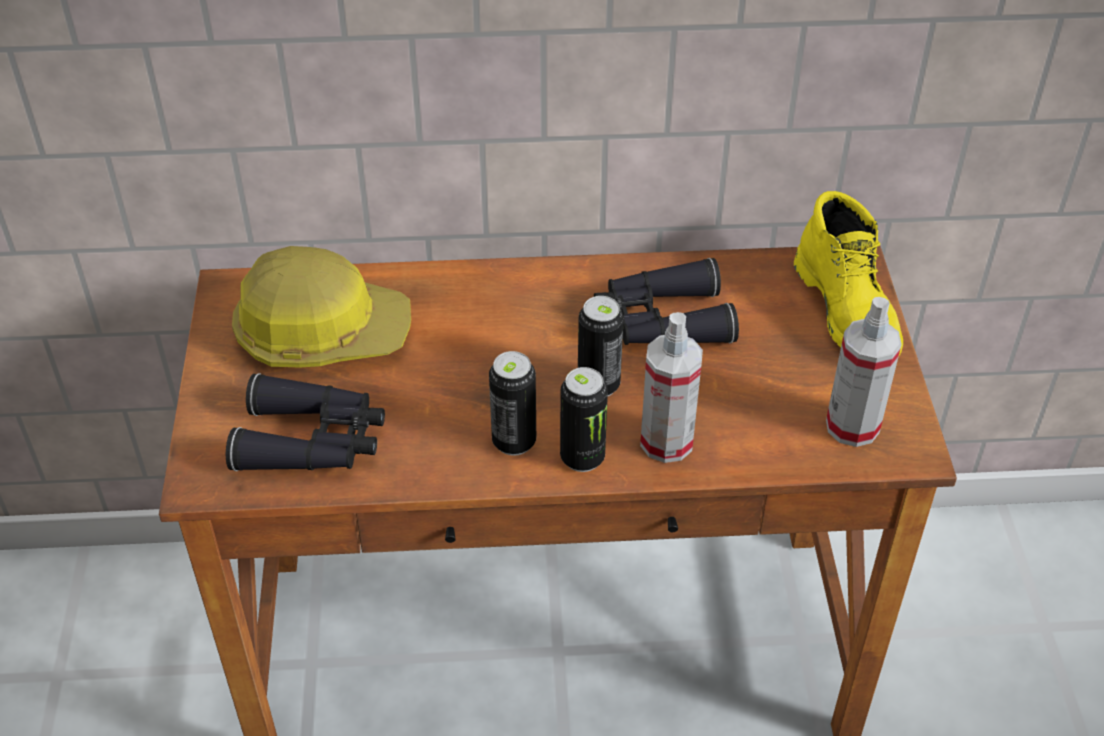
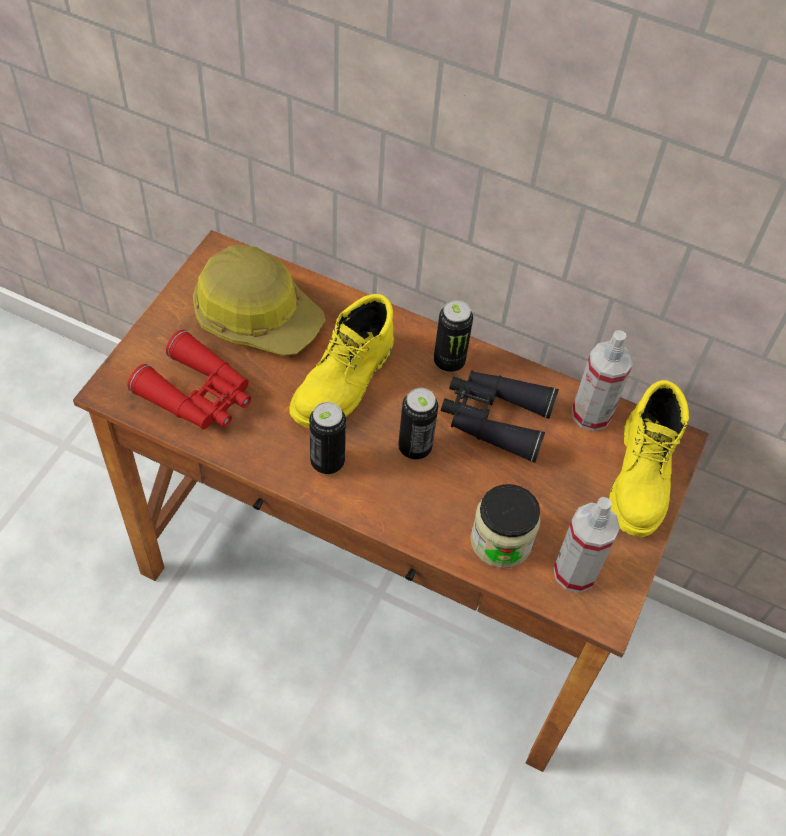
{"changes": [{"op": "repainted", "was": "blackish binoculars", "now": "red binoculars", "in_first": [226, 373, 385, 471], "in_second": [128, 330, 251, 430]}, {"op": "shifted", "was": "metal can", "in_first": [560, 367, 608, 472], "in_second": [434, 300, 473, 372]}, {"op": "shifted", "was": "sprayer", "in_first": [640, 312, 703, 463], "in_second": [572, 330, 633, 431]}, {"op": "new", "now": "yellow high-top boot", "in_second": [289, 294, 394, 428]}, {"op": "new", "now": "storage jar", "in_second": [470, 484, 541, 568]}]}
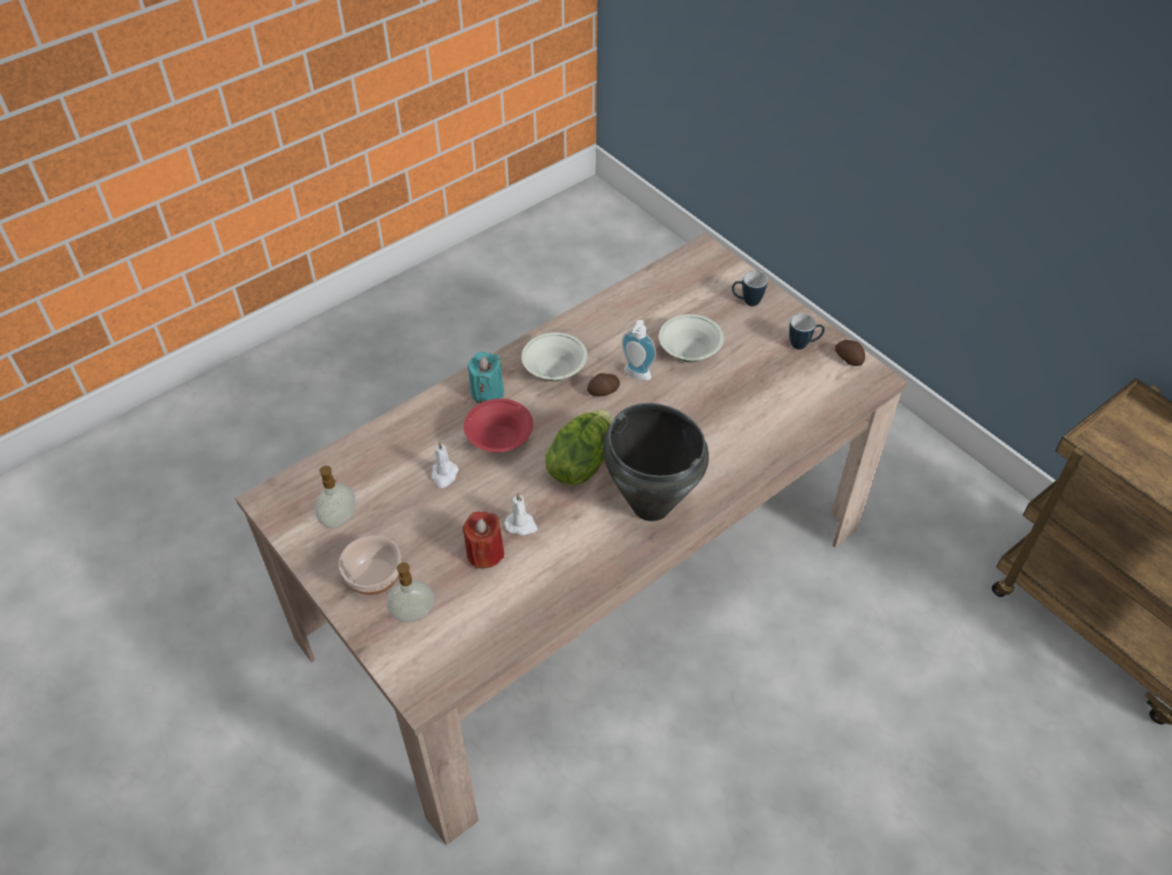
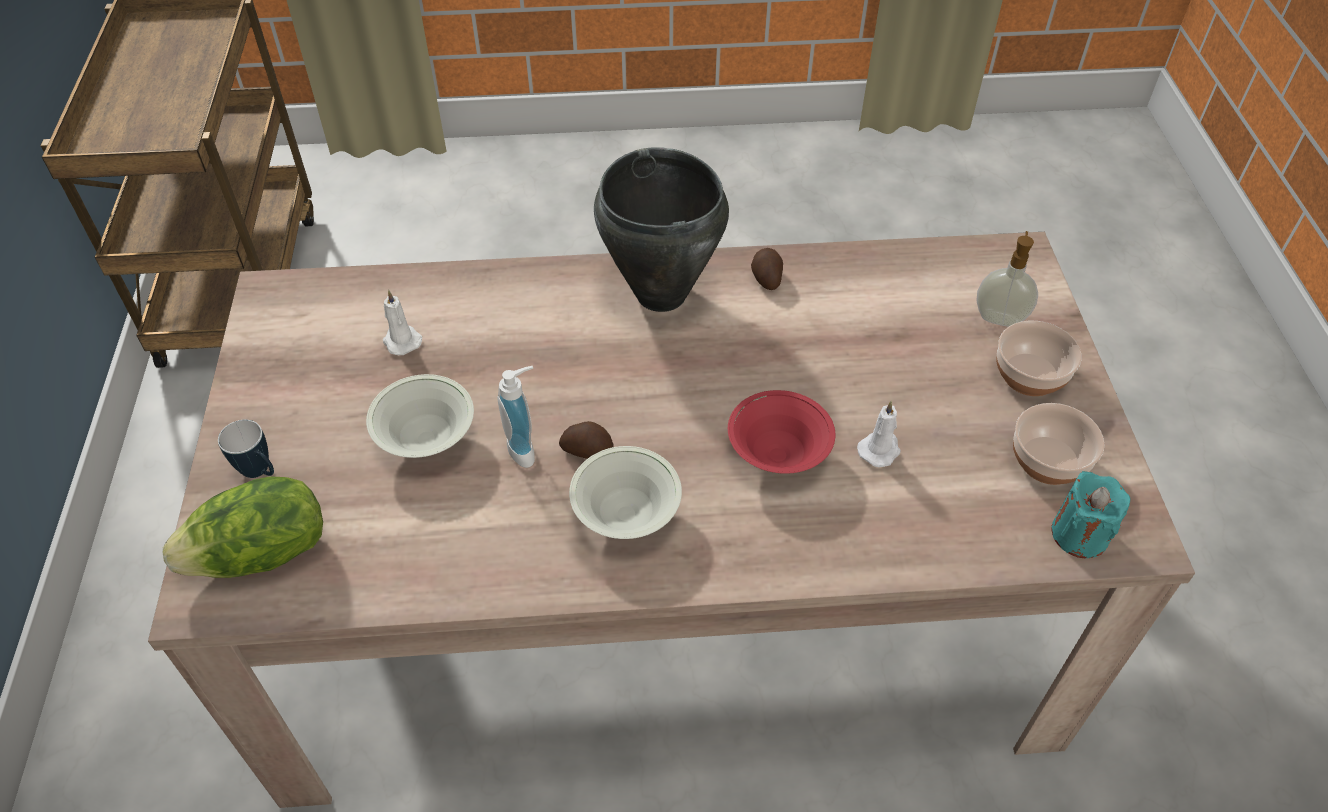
{"changes": [{"op": "swapped", "was": "soap bottle", "now": "serving bowl", "in_first": [315, 466, 356, 529], "in_second": [1013, 403, 1105, 485]}, {"op": "gone", "was": "red wax candle", "in_first": [463, 511, 504, 569]}, {"op": "shifted", "was": "turquoise wax candle", "in_first": [468, 352, 504, 403], "in_second": [1051, 471, 1130, 558]}, {"op": "shifted", "was": "whitish wax candle", "in_first": [505, 493, 538, 536], "in_second": [383, 290, 422, 355]}, {"op": "shifted", "was": "lettuce head", "in_first": [545, 409, 613, 485], "in_second": [162, 476, 323, 578]}, {"op": "gone", "was": "tea mug", "in_first": [789, 313, 825, 350]}, {"op": "shifted", "was": "whole potato", "in_first": [835, 340, 865, 366], "in_second": [751, 248, 783, 290]}]}
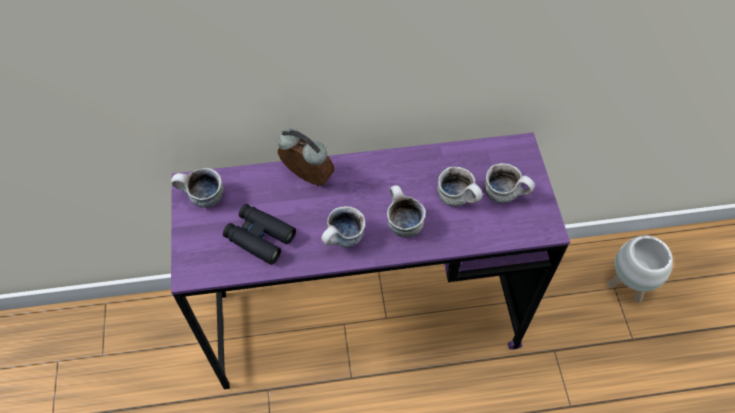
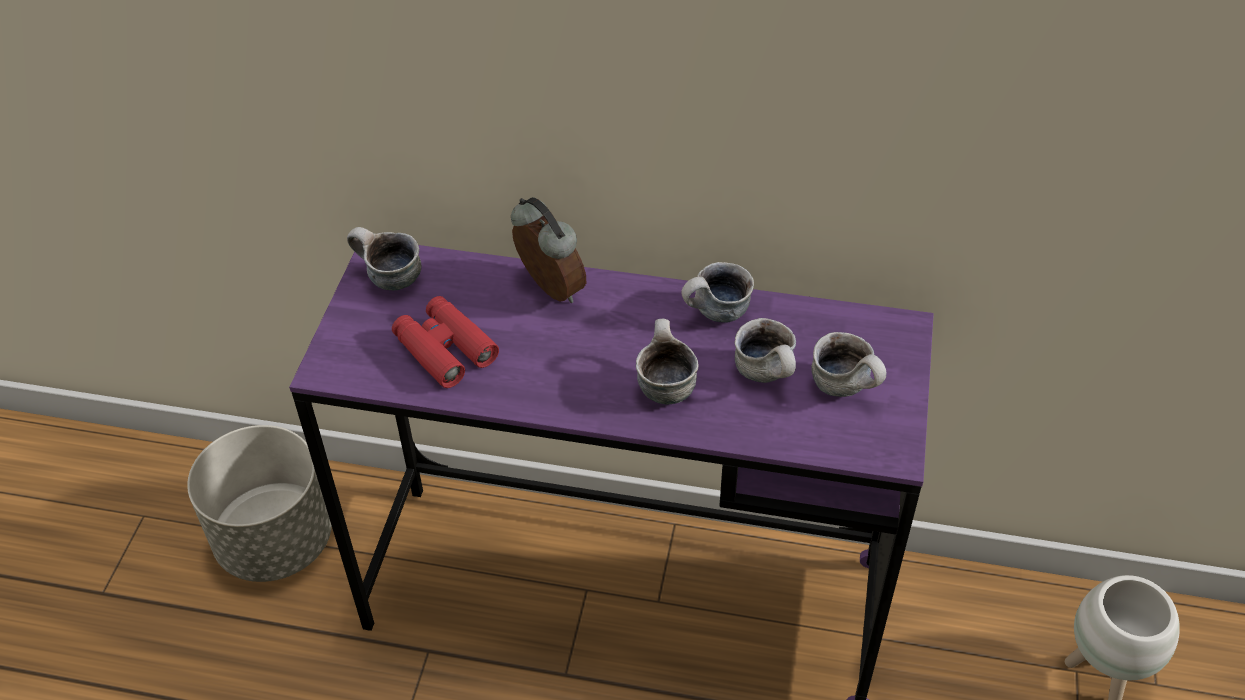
{"changes": [{"op": "repainted", "was": "blackish binoculars", "now": "red binoculars", "in_first": [223, 204, 296, 265], "in_second": [392, 296, 499, 388]}, {"op": "shifted", "was": "tea mug", "in_first": [321, 206, 365, 247], "in_second": [682, 262, 754, 323]}, {"op": "new", "now": "gray planter", "in_second": [187, 425, 332, 582]}]}
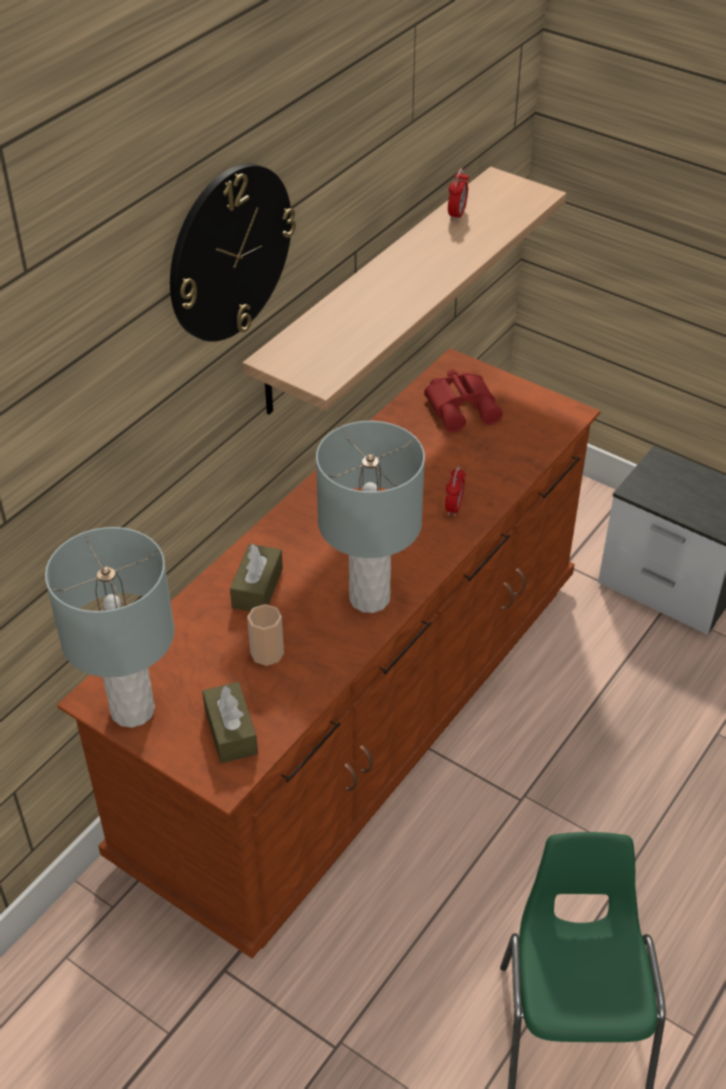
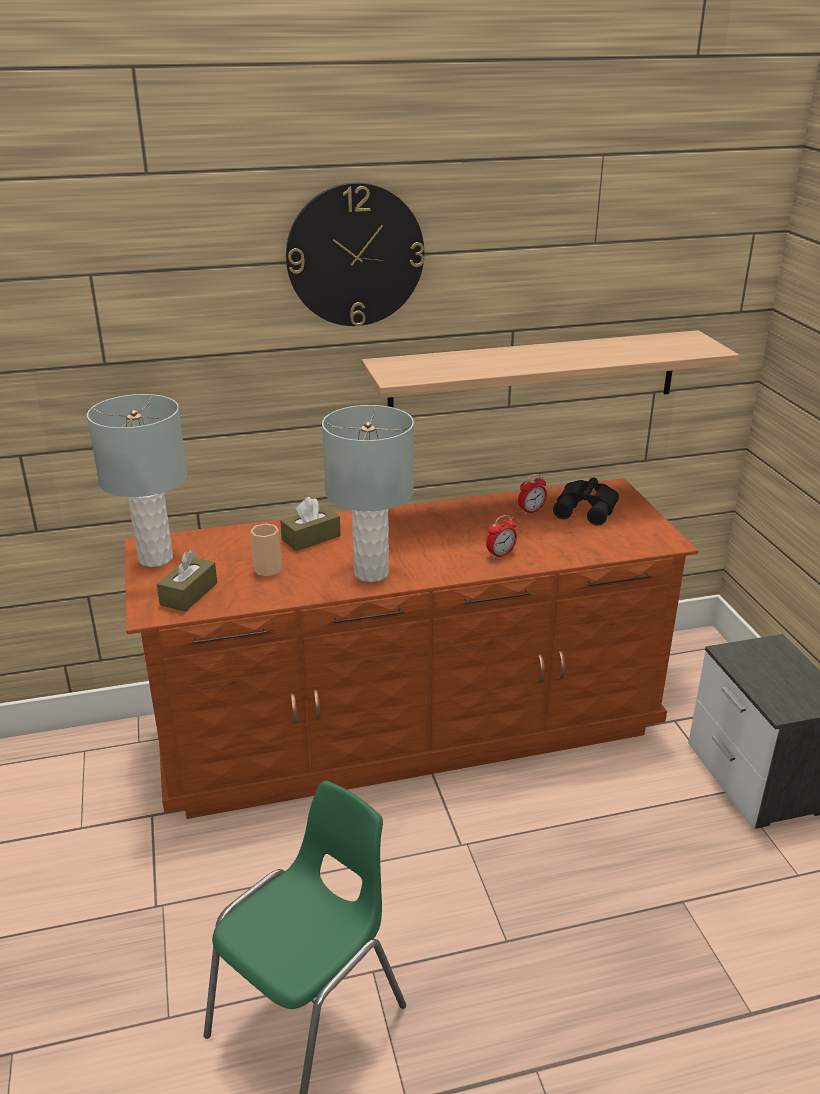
{"changes": [{"op": "repainted", "was": "red binoculars", "now": "blackish binoculars", "in_first": [424, 369, 503, 433], "in_second": [553, 477, 619, 526]}, {"op": "shifted", "was": "bedside clock", "in_first": [448, 169, 469, 222], "in_second": [518, 474, 547, 515]}]}
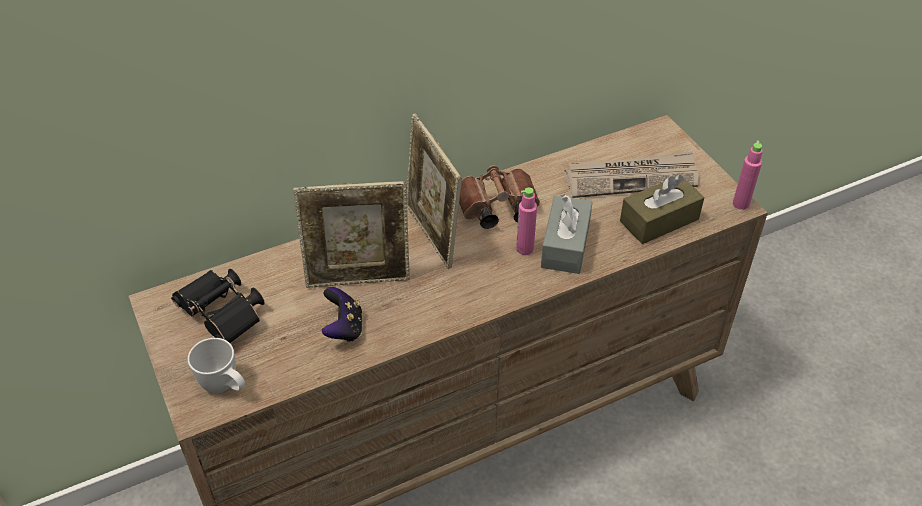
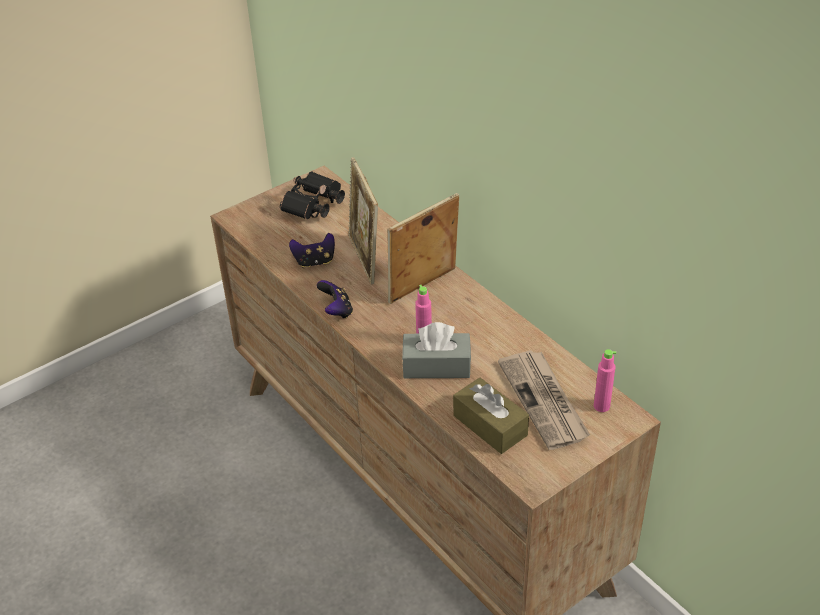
{"changes": [{"op": "gone", "was": "whitish tea mug", "in_first": [188, 338, 245, 393]}, {"op": "gone", "was": "brown-coloured binoculars", "in_first": [459, 165, 540, 229]}, {"op": "shifted", "was": "pink bottle", "in_first": [733, 141, 763, 210], "in_second": [594, 349, 616, 412]}, {"op": "new", "now": "joypad", "in_second": [317, 280, 353, 319]}]}
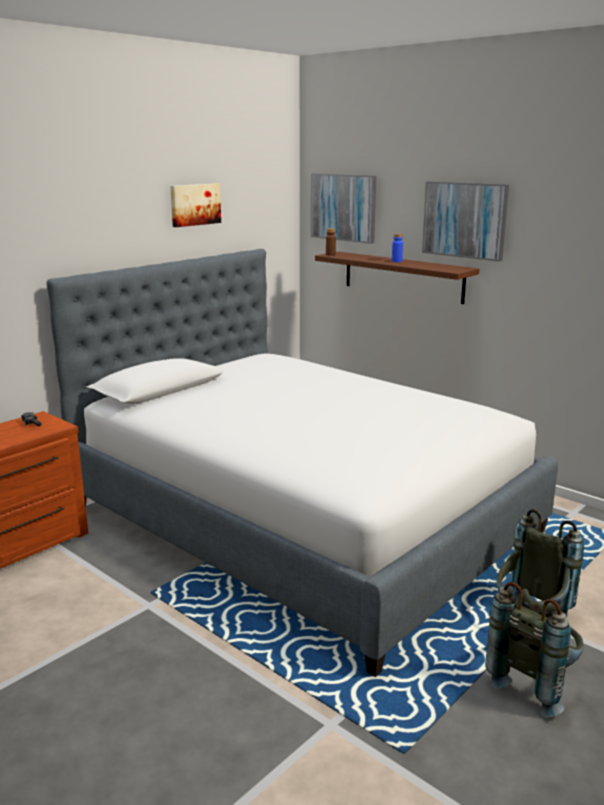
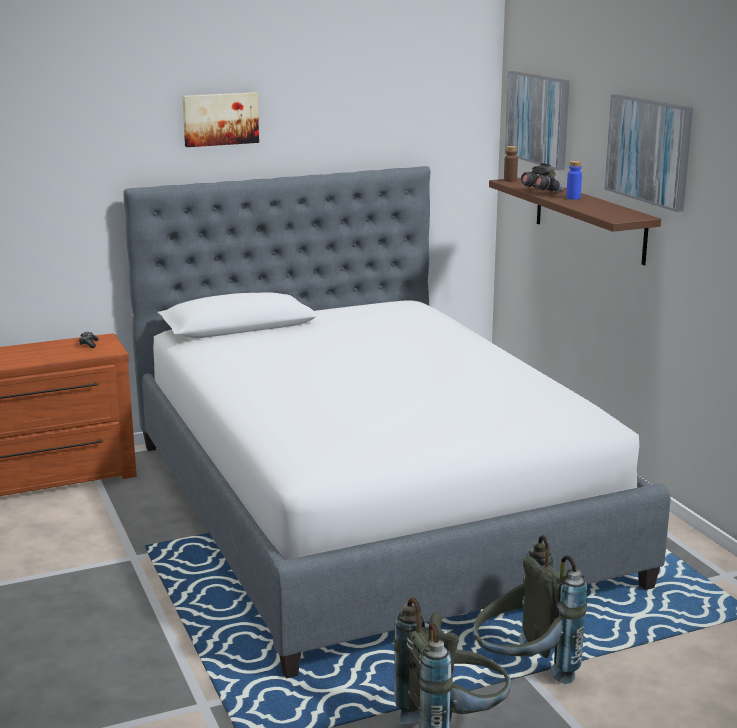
{"changes": [{"op": "shifted", "was": "picture", "in_first": [170, 184, 221, 227], "in_second": [182, 92, 259, 147]}, {"op": "new", "now": "gray binoculars", "in_second": [521, 163, 565, 192]}]}
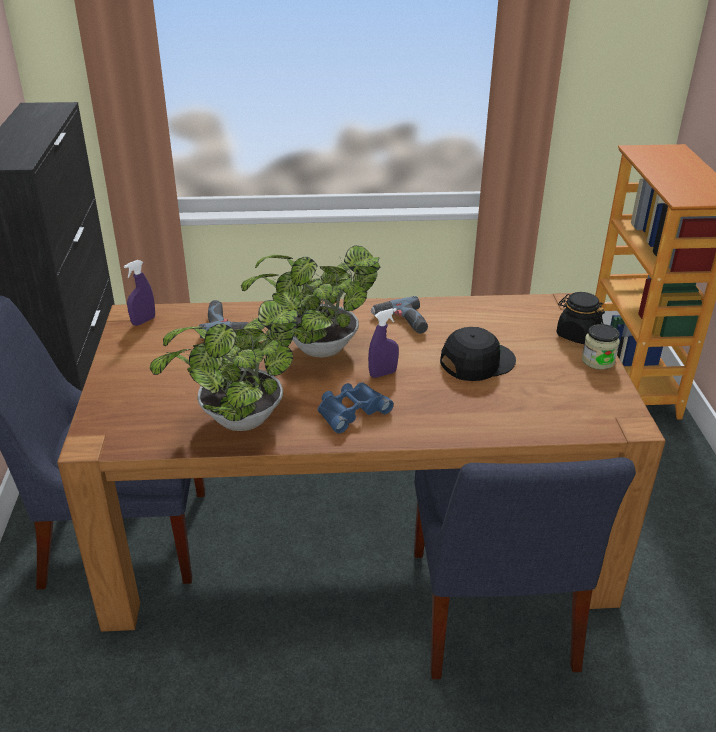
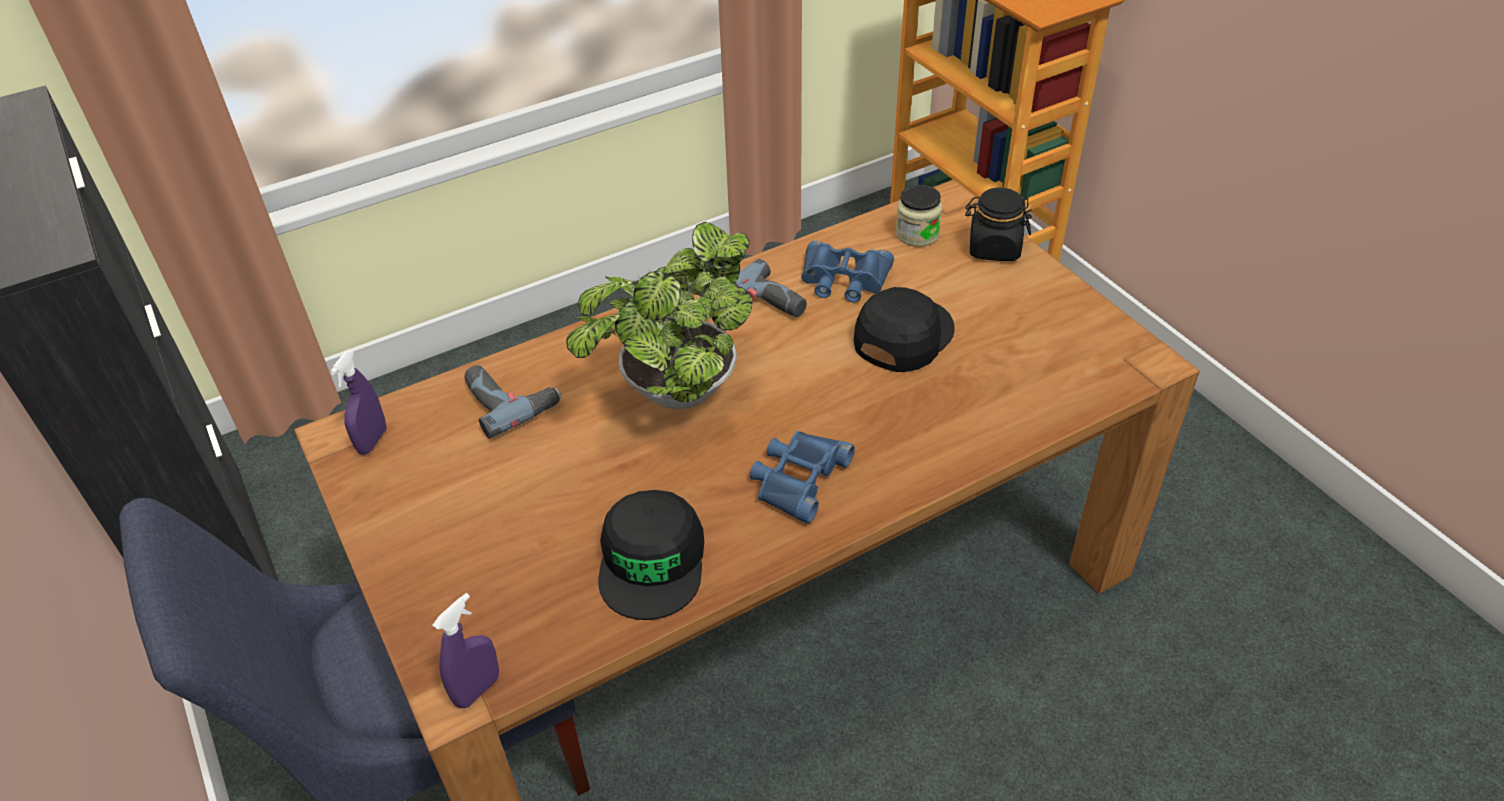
{"changes": [{"op": "swapped", "was": "houseplant", "now": "blackish peaked cap", "in_first": [150, 300, 298, 431], "in_second": [598, 490, 704, 620]}, {"op": "shifted", "was": "purplish sprayer", "in_first": [368, 308, 399, 378], "in_second": [432, 593, 499, 708]}, {"op": "gone", "was": "blue-coloured plain chair", "in_first": [414, 457, 636, 679]}, {"op": "shifted", "was": "storage jar", "in_first": [582, 324, 620, 370], "in_second": [896, 185, 942, 247]}, {"op": "new", "now": "blue-coloured binoculars", "in_second": [801, 241, 894, 302]}]}
